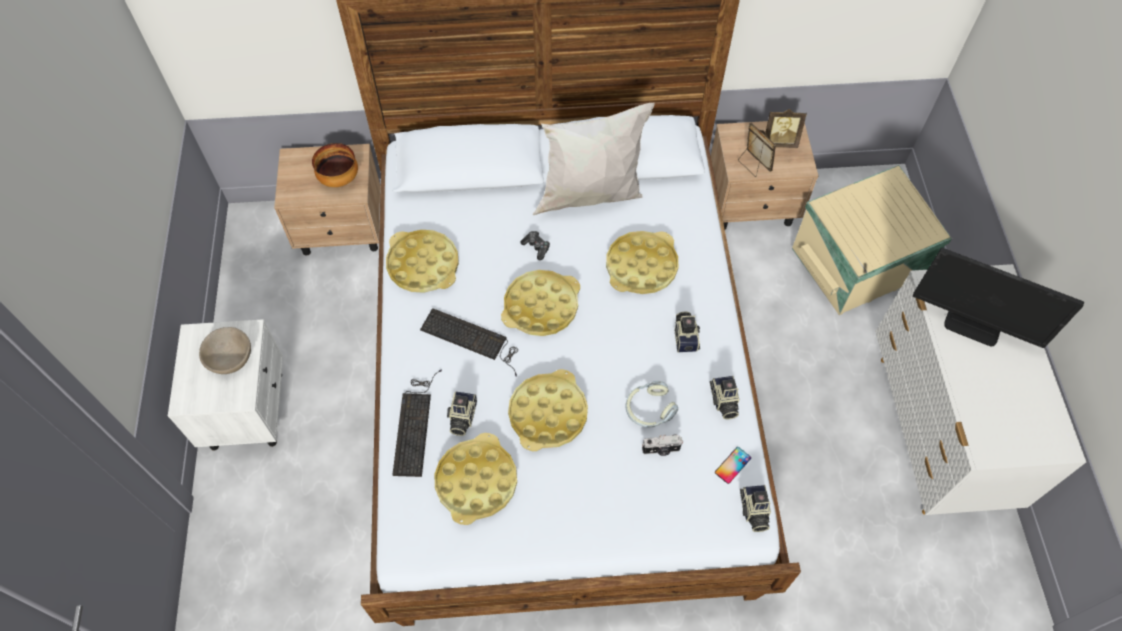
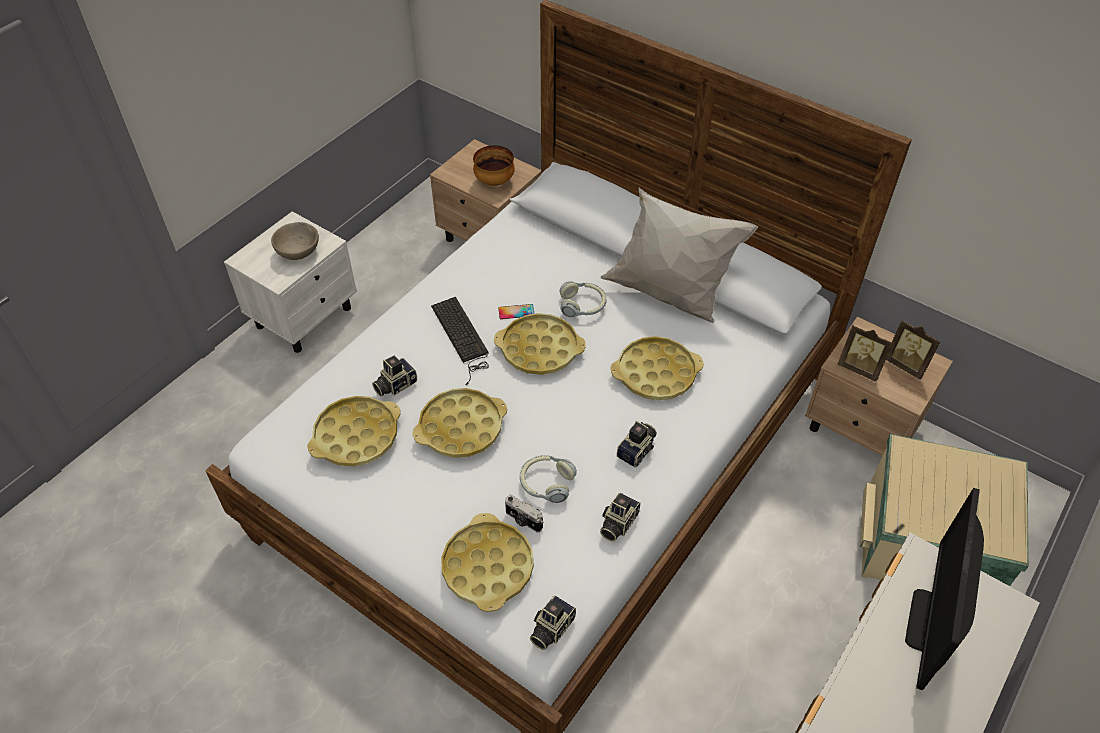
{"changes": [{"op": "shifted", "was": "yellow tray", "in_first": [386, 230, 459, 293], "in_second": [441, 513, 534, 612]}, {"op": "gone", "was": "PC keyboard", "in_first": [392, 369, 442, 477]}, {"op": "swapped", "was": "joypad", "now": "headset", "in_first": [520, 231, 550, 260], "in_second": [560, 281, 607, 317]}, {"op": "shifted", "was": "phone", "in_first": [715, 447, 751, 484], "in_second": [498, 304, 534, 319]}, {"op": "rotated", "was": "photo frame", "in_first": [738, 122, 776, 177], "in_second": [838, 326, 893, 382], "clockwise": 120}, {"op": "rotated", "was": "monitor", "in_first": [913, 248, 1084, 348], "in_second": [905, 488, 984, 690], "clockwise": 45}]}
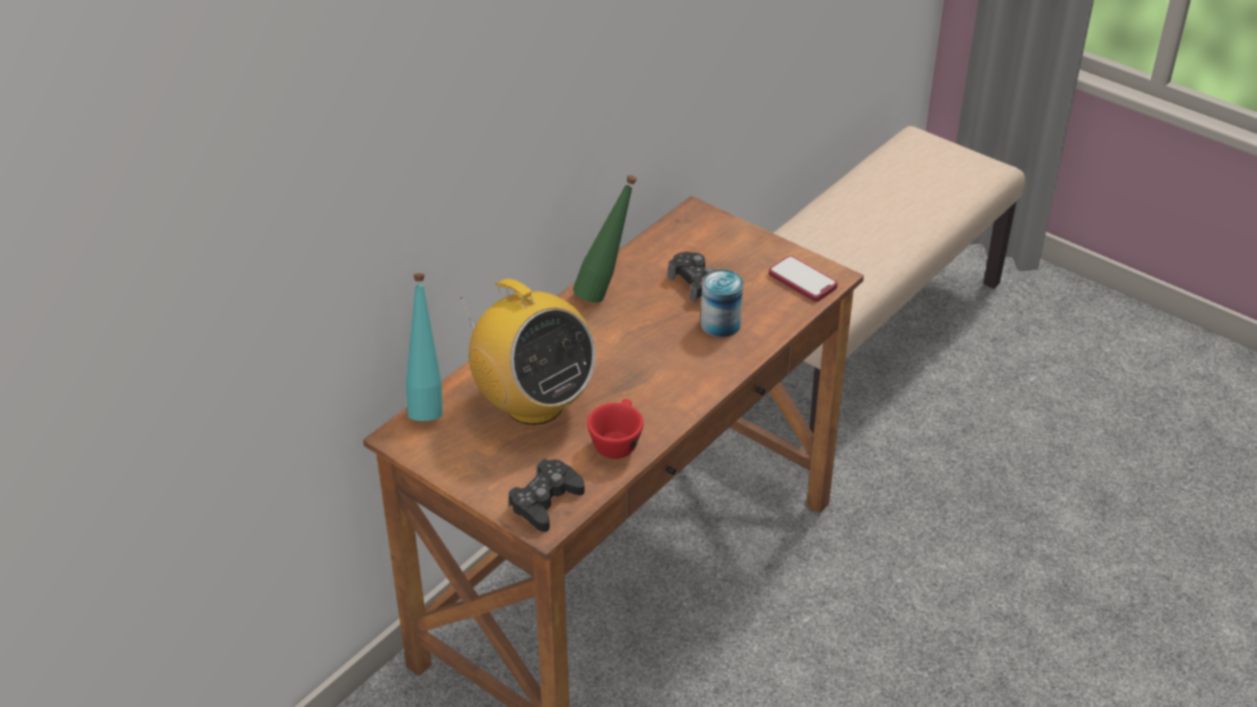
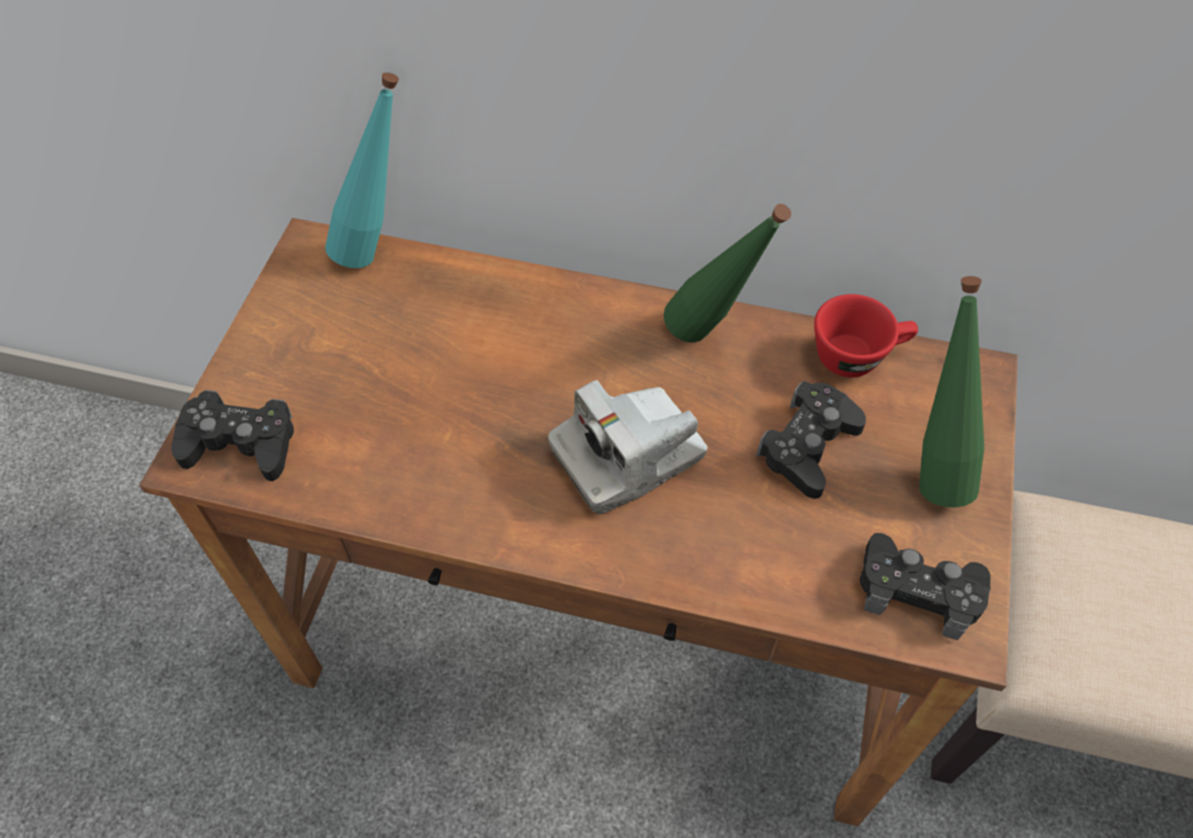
{"changes": [{"op": "gone", "was": "radio receiver", "in_first": [460, 279, 596, 425]}, {"op": "shifted", "was": "red cup", "in_first": [587, 399, 644, 459], "in_second": [814, 294, 918, 377]}, {"op": "gone", "was": "metal can", "in_first": [701, 270, 743, 337]}, {"op": "swapped", "was": "phone", "now": "blackish joypad", "in_first": [769, 256, 838, 302], "in_second": [860, 533, 991, 640]}, {"op": "new", "now": "still camera", "in_second": [548, 380, 708, 514]}, {"op": "new", "now": "green-coloured bottle", "in_second": [919, 276, 984, 507]}]}
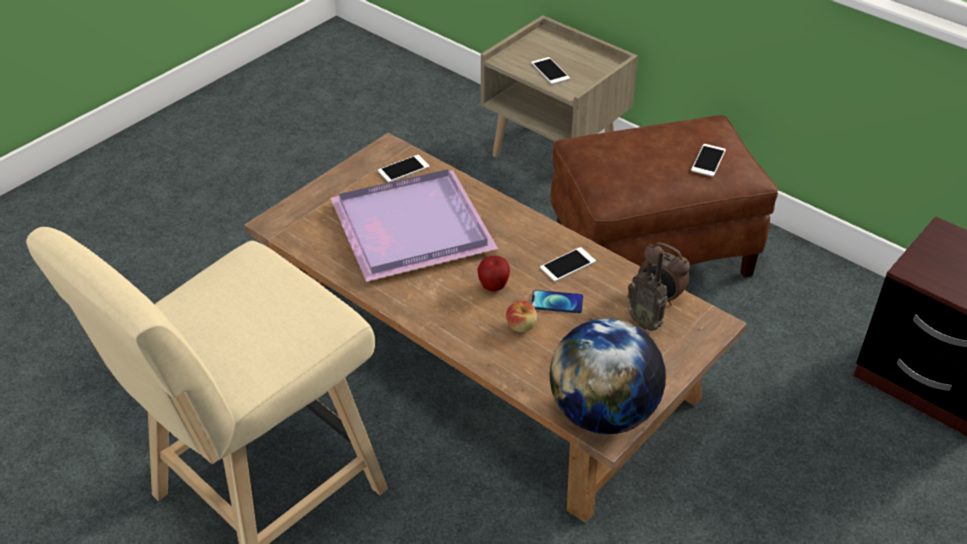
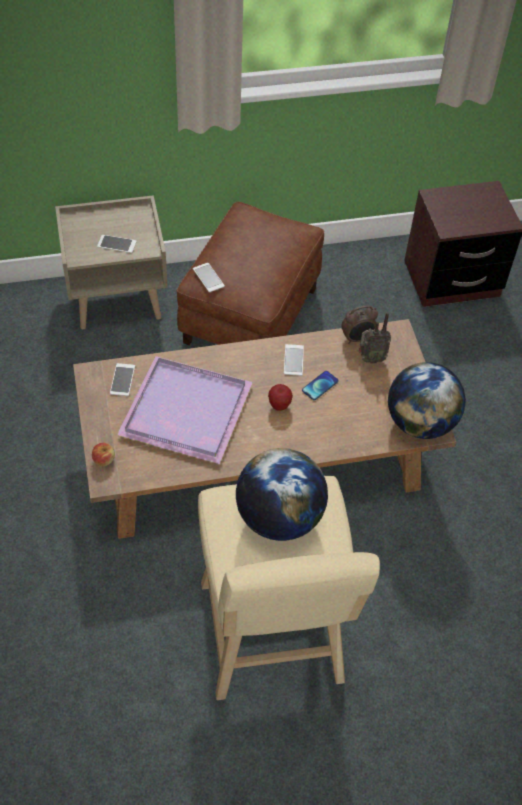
{"changes": [{"op": "shifted", "was": "apple fruit", "in_first": [506, 301, 537, 332], "in_second": [92, 443, 115, 466]}, {"op": "shifted", "was": "phone", "in_first": [691, 144, 726, 177], "in_second": [193, 263, 225, 292]}, {"op": "new", "now": "globe", "in_second": [236, 448, 328, 541]}]}
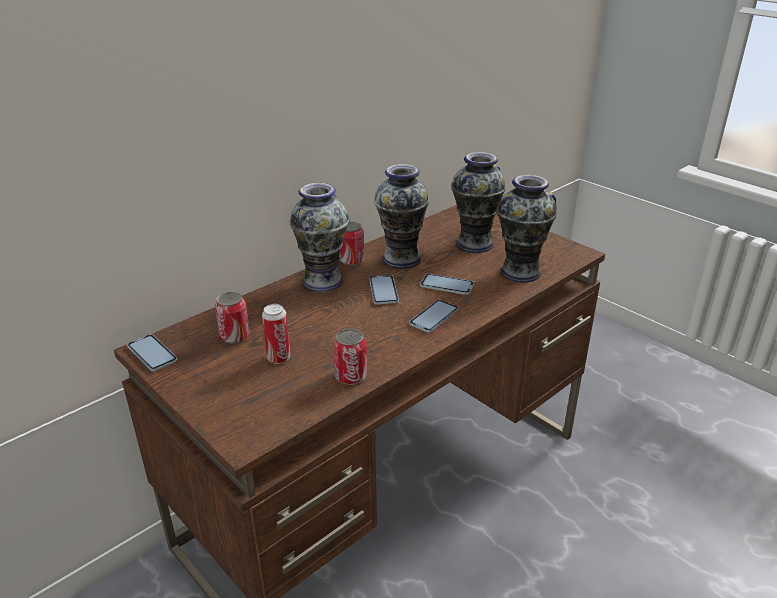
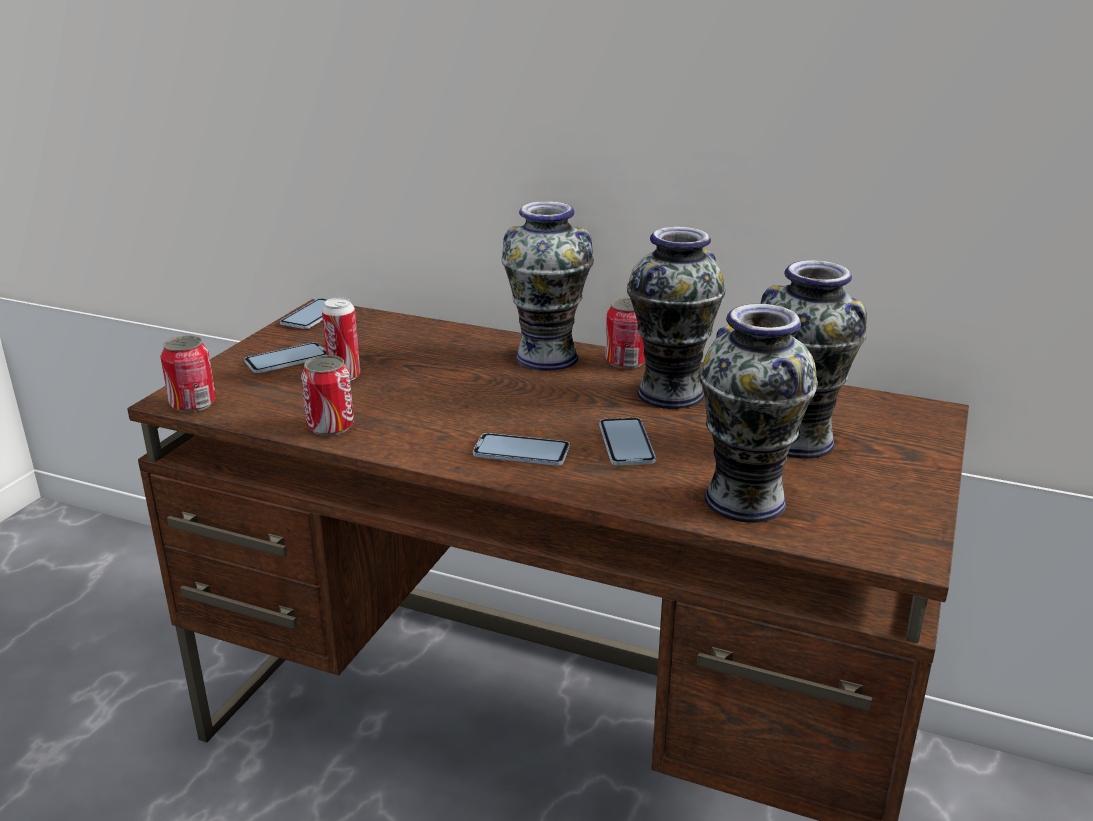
{"changes": [{"op": "shifted", "was": "metal can", "in_first": [215, 292, 250, 344], "in_second": [160, 335, 216, 413]}, {"op": "shifted", "was": "phone", "in_first": [369, 275, 399, 304], "in_second": [244, 342, 326, 373]}]}
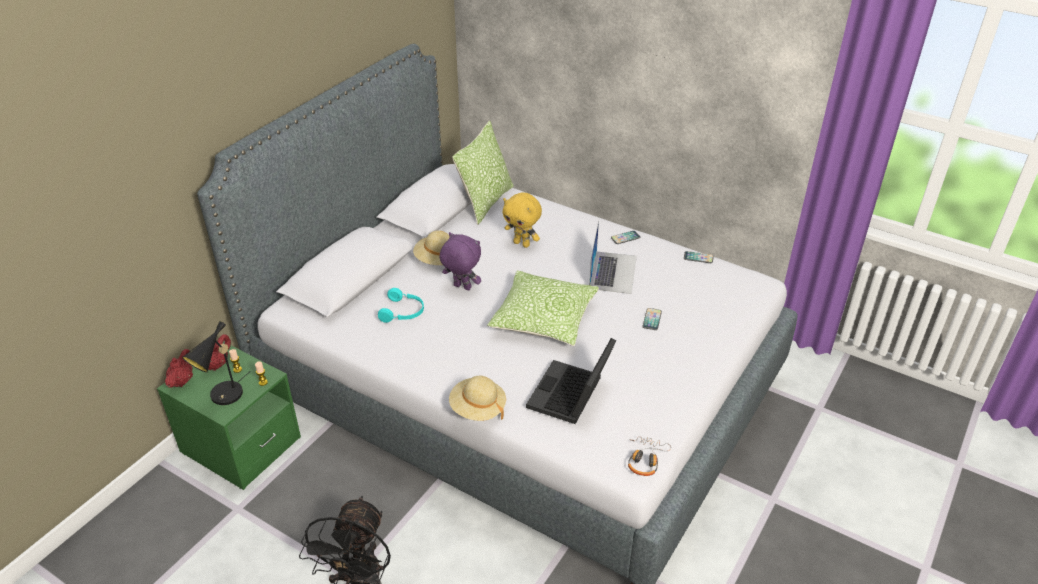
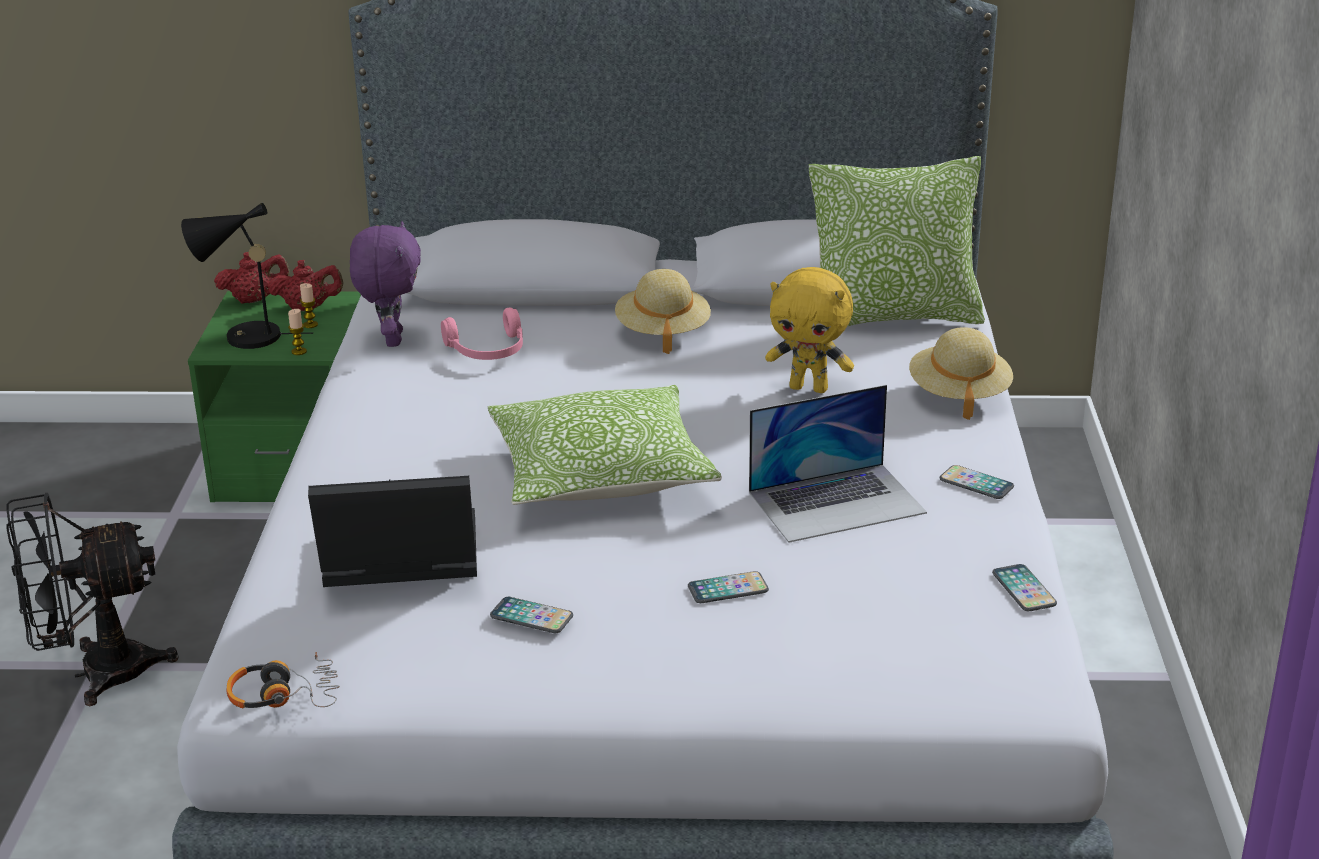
{"changes": [{"op": "repainted", "was": "turquoise headset", "now": "pink headset", "in_first": [378, 288, 424, 323], "in_second": [441, 307, 523, 360]}, {"op": "shifted", "was": "purplish soft toy", "in_first": [440, 232, 481, 290], "in_second": [350, 221, 421, 347]}, {"op": "shifted", "was": "sand-coloured wearable hat", "in_first": [449, 376, 506, 421], "in_second": [909, 327, 1013, 420]}, {"op": "rotated", "was": "yellow soft toy", "in_first": [503, 193, 542, 248], "in_second": [765, 267, 854, 393], "clockwise": -75}, {"op": "new", "now": "phone", "in_second": [490, 597, 573, 633]}]}
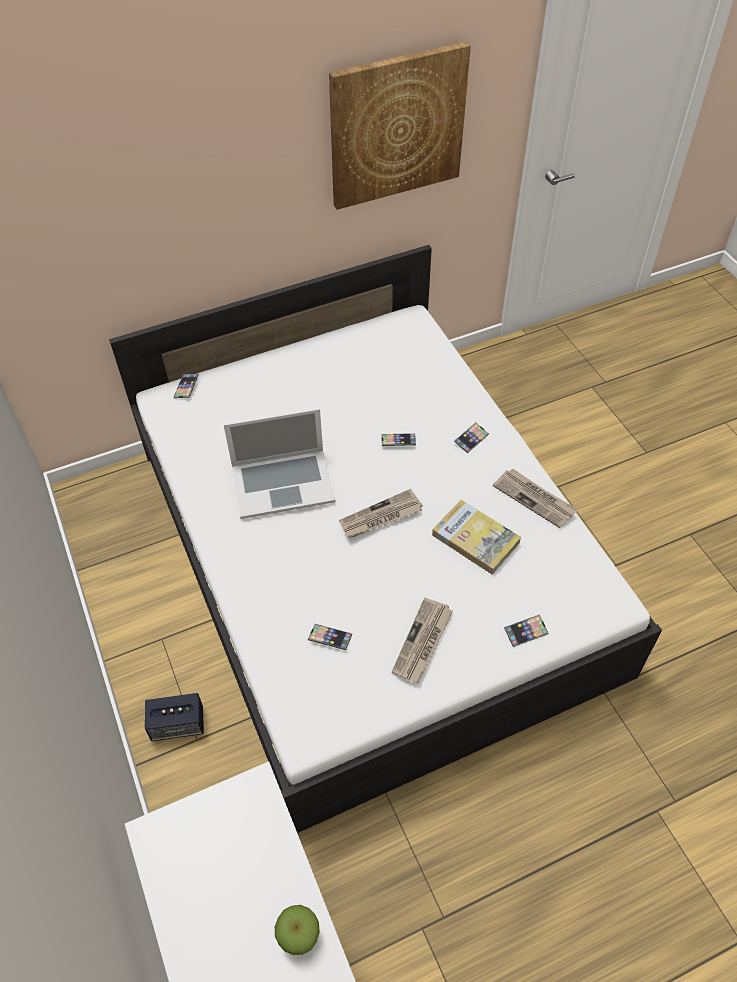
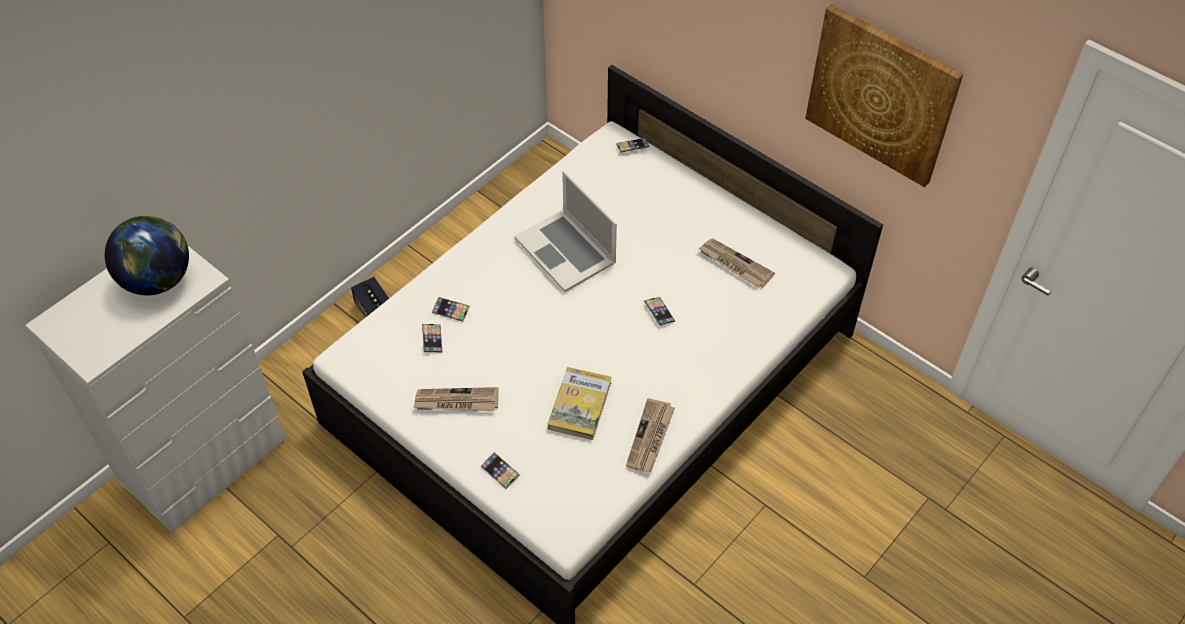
{"changes": [{"op": "gone", "was": "apple fruit", "in_first": [275, 905, 320, 955]}, {"op": "shifted", "was": "newspaper", "in_first": [339, 489, 423, 538], "in_second": [699, 239, 775, 287]}, {"op": "shifted", "was": "phone", "in_first": [454, 423, 489, 453], "in_second": [432, 297, 470, 322]}, {"op": "new", "now": "globe", "in_second": [105, 216, 189, 295]}]}
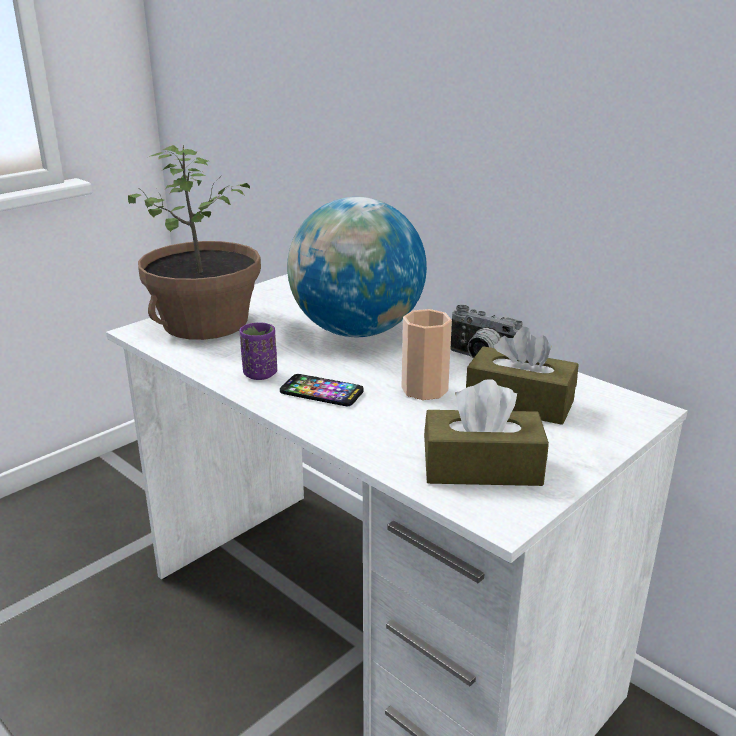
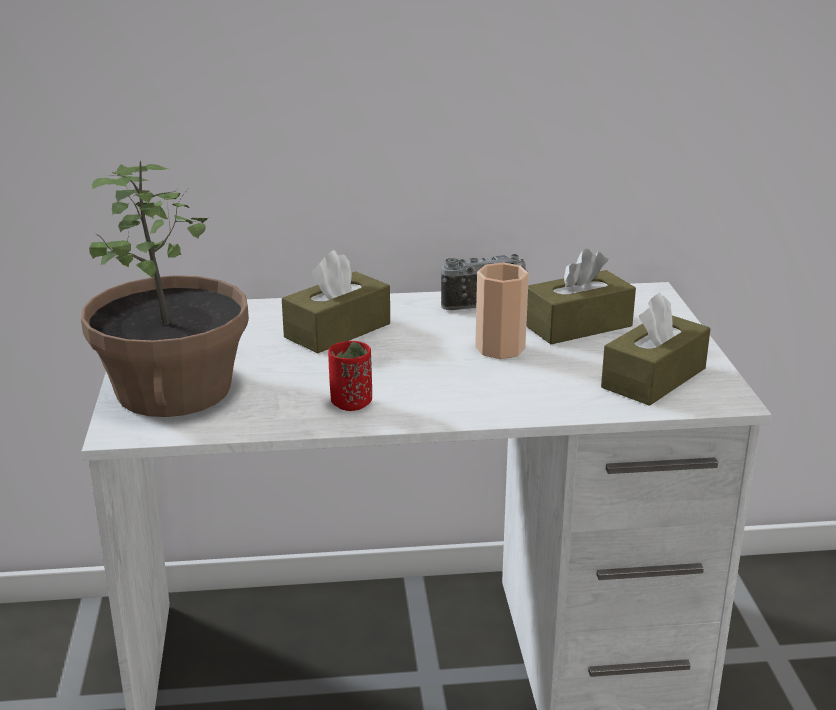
{"changes": [{"op": "repainted", "was": "purplish cup", "now": "red cup", "in_first": [239, 322, 277, 380], "in_second": [328, 341, 372, 411]}, {"op": "gone", "was": "phone", "in_first": [280, 374, 364, 406]}, {"op": "swapped", "was": "globe", "now": "brown-coloured tissue box", "in_first": [287, 197, 427, 337], "in_second": [282, 250, 390, 353]}]}
